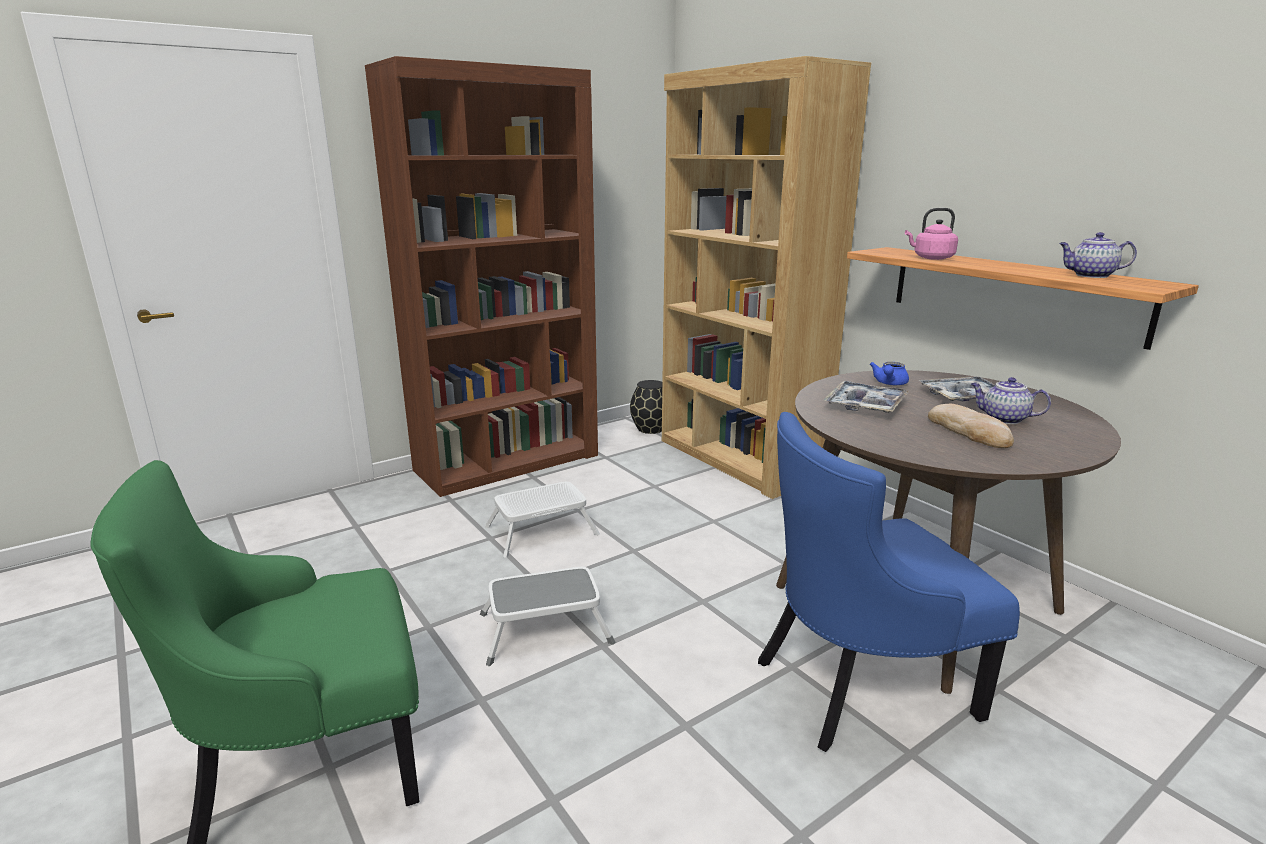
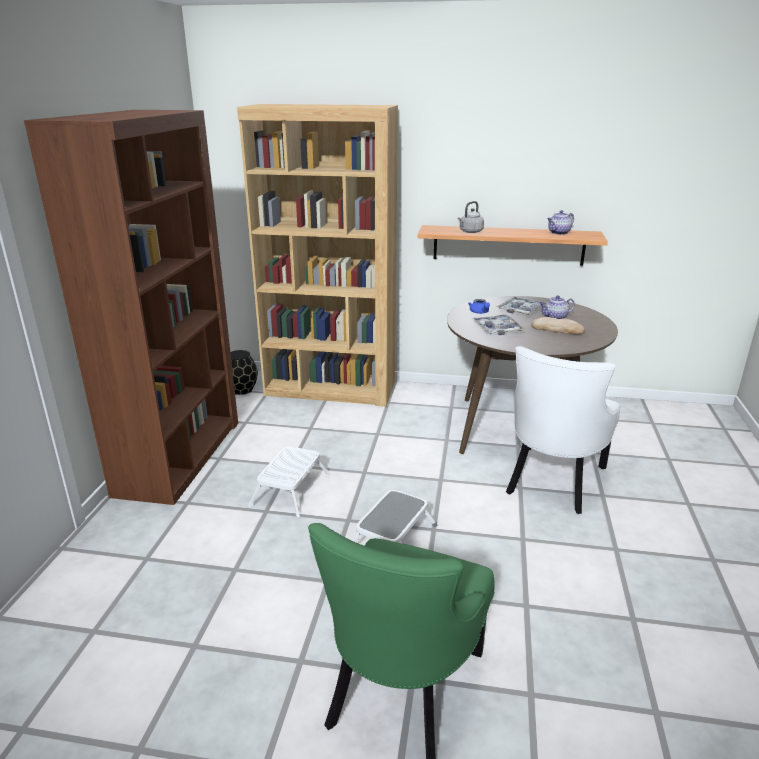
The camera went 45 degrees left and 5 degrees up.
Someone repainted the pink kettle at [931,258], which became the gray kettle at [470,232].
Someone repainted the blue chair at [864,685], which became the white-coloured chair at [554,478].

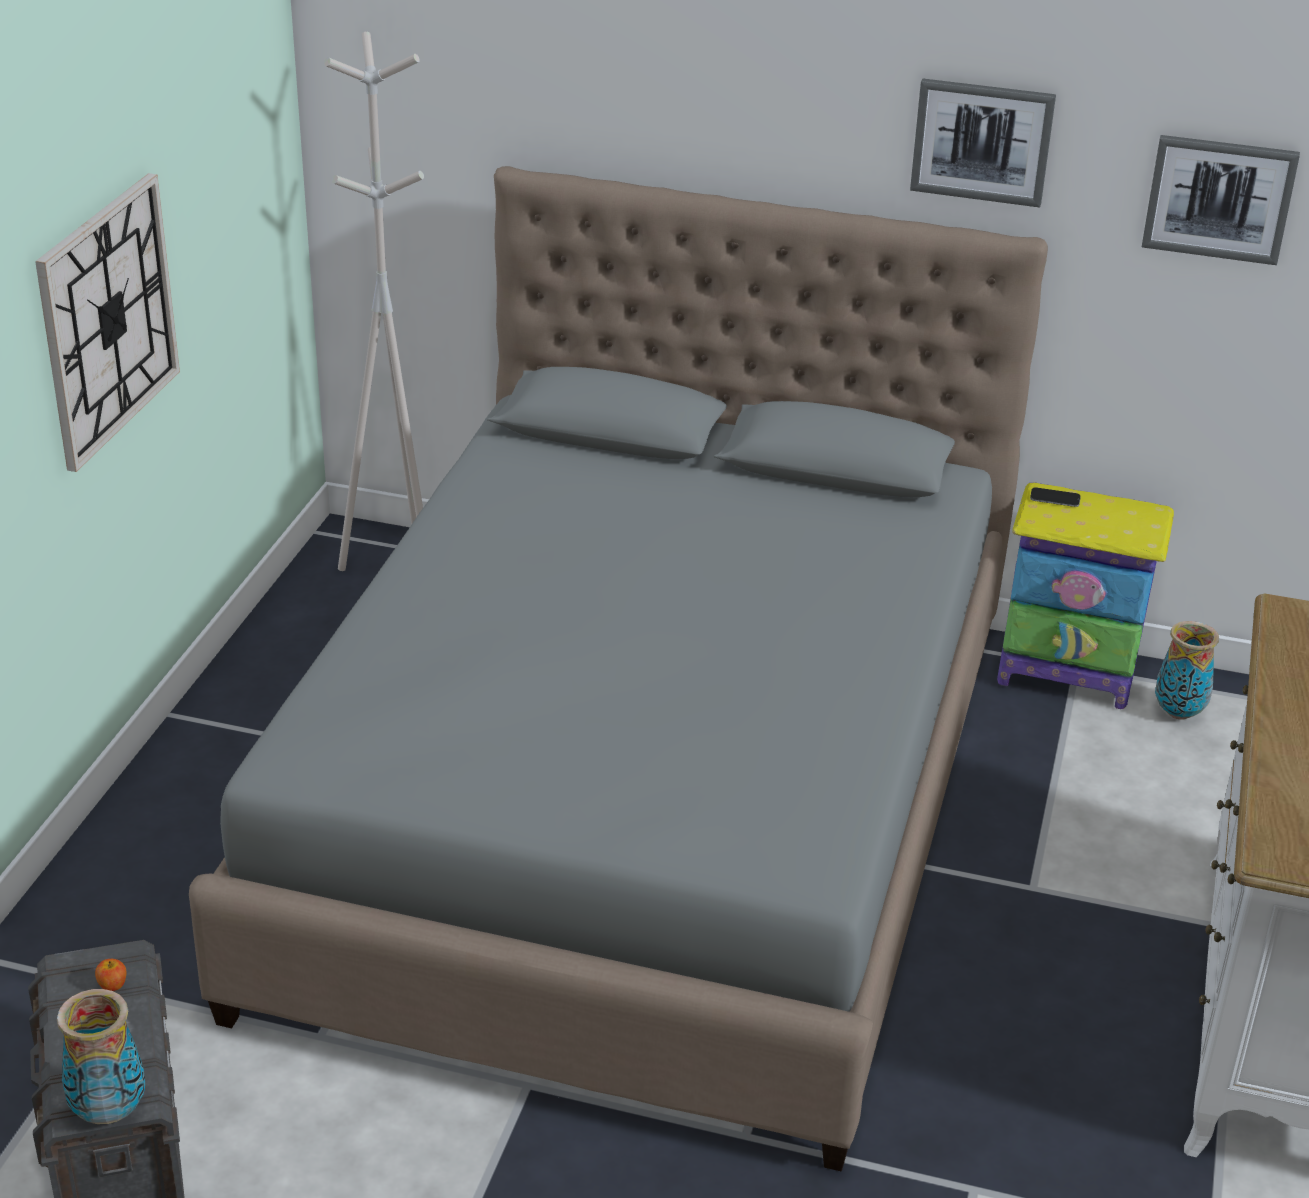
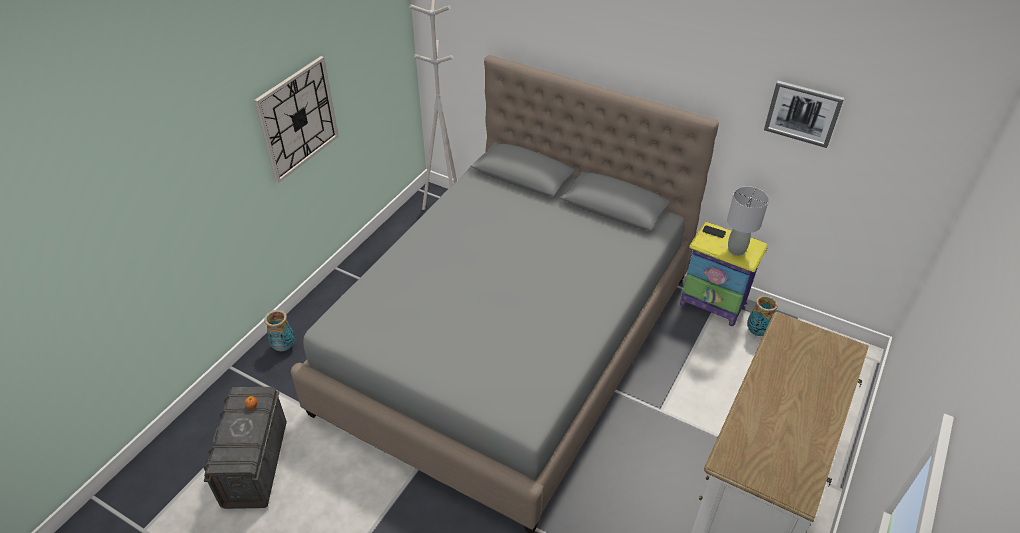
The camera went 15 degrees right and 10 degrees up.
Someone carried the decorative vase from [110,1112] to [284,347].
Someone put down the gray table lamp at [736,250].
Someone took away the wall picture at [982,141].

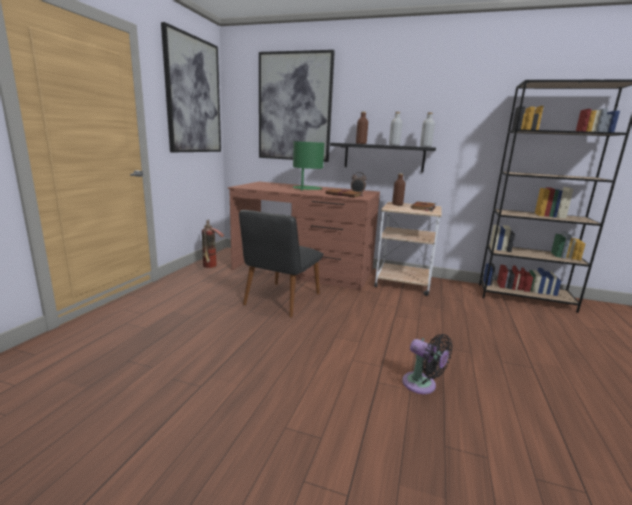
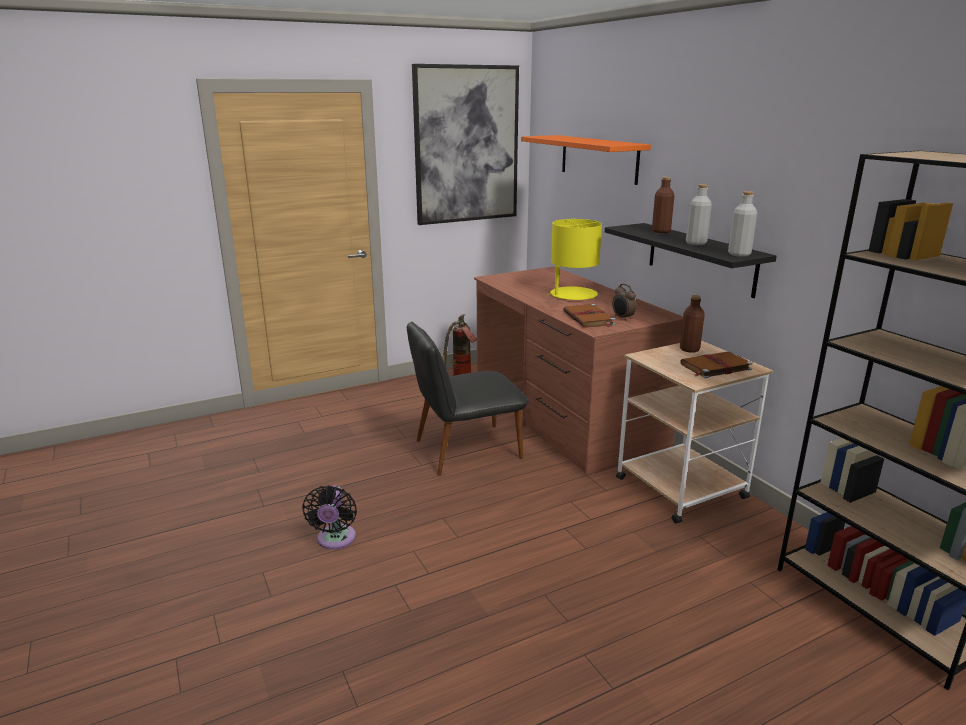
The camera went 45 degrees right and 5 degrees up.
Someone carried the black-coloured fan from [422,385] to [335,540].
Someone swapped the wall picture at [294,107] for the orange-coloured bracket shelf at [598,158].
Someone repainted the green table lamp at [307,189], which became the yellow-coloured table lamp at [573,295].

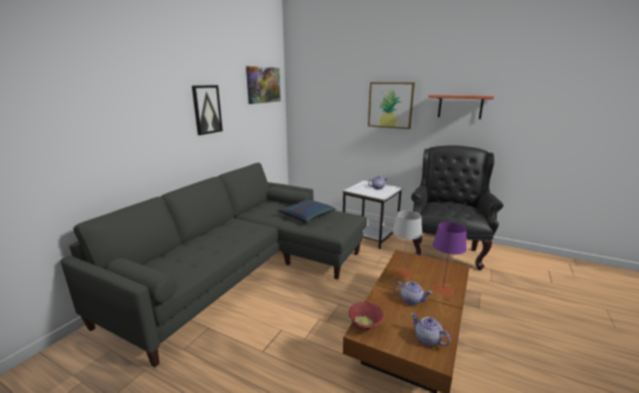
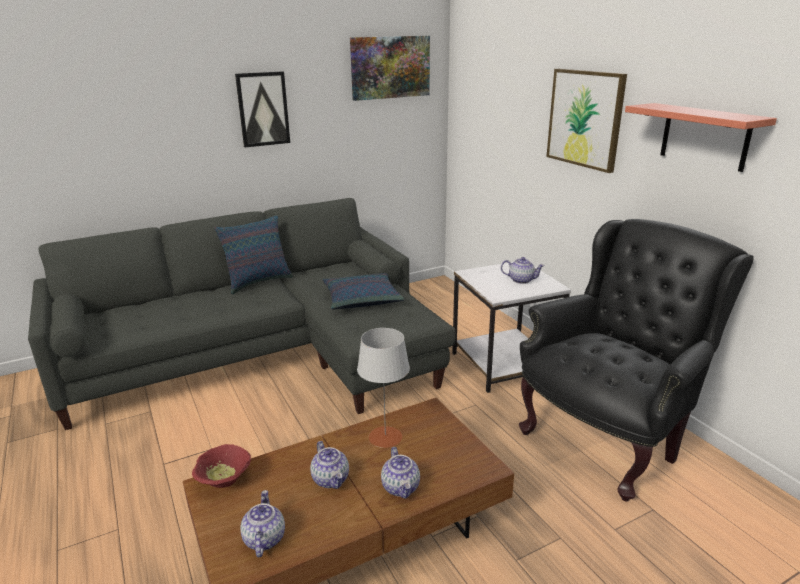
The camera went 35 degrees right and 5 degrees up.
Someone put down the blue throw pillow at [259,282].
Someone swapped the purple table lamp at [442,290] for the pot for tea at [401,487].

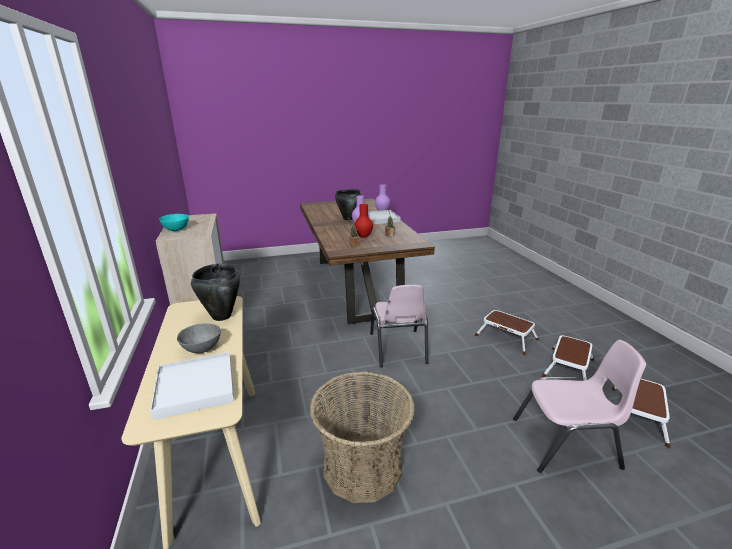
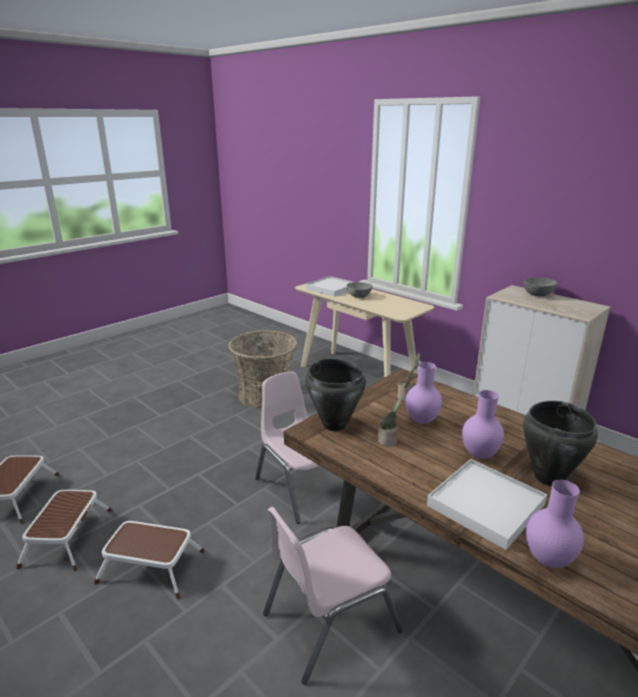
The camera went 150 degrees right and 0 degrees up.
Someone carried the pink chair from [566,444] to [329,621].
Someone carried the black-coloured saucepot from [221,316] to [334,424].
Someone repainted the red-coloured decorative vase at [364,236], which became the purple decorative vase at [421,421].
Someone repainted the turquoise-coloured serving bowl at [176,229], which became the gray serving bowl at [538,295].

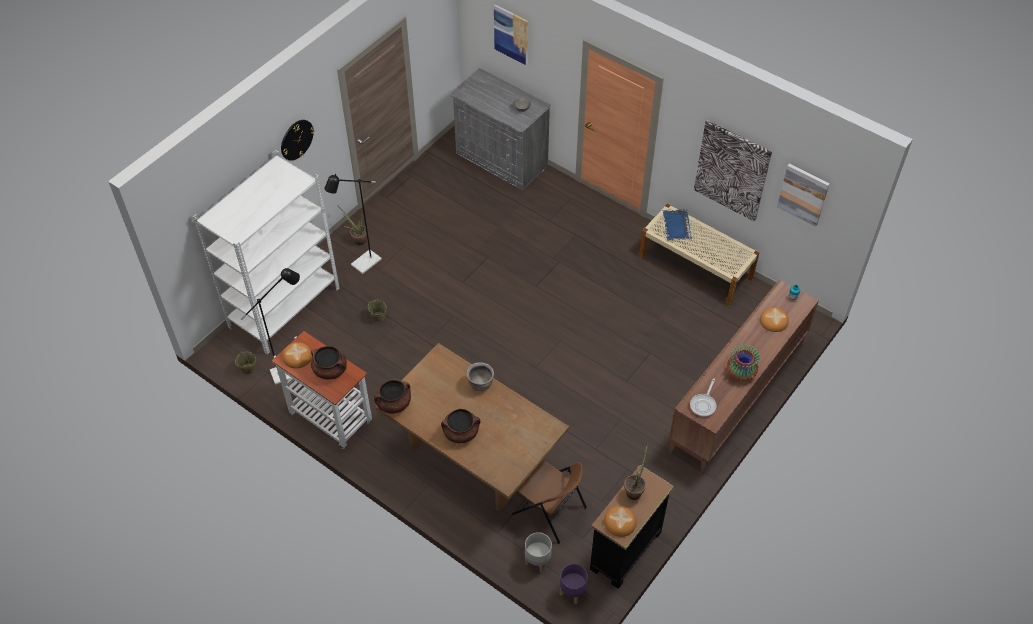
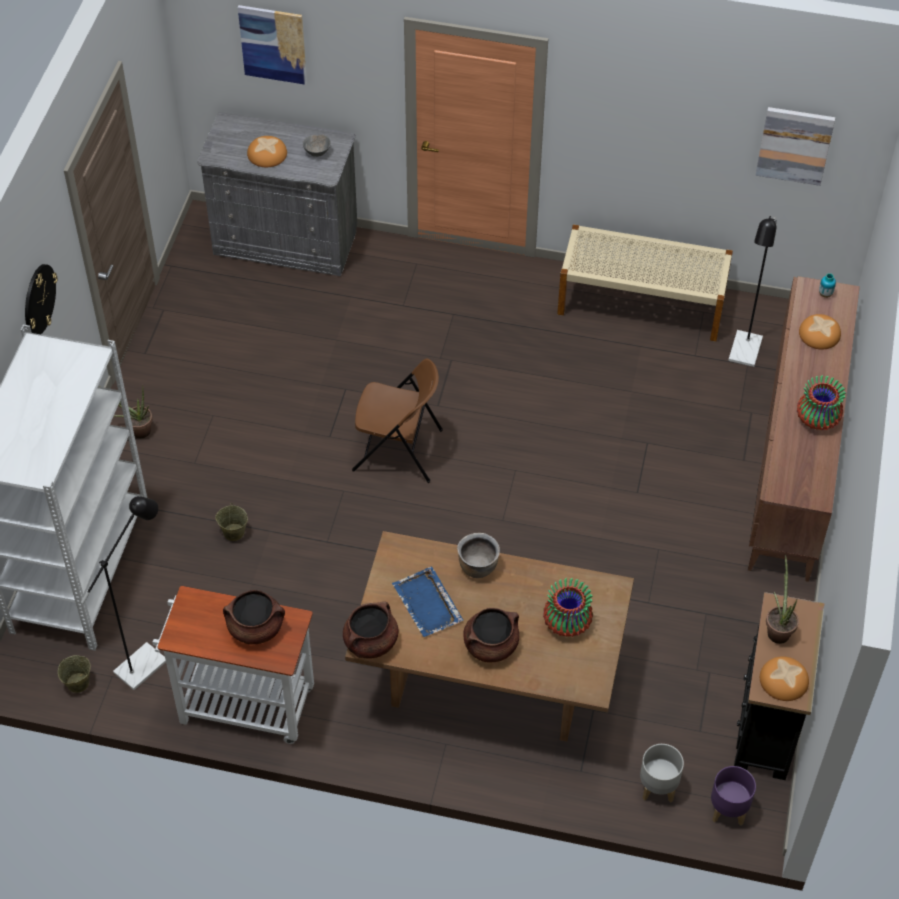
The camera went 25 degrees left and 0 degrees up.
Someone carried the baked bread from [297,357] to [266,154].
Someone carried the brown-coloured chair from [549,511] to [397,450].
Someone carried the blue tray from [676,226] to [427,604].
Someone put down the decorative vase at [567,623].
Someone carried the black-coloured floor lamp from [362,265] to [743,355].
Someone took away the pan at [703,404].
Someone took away the wall picture at [732,170].

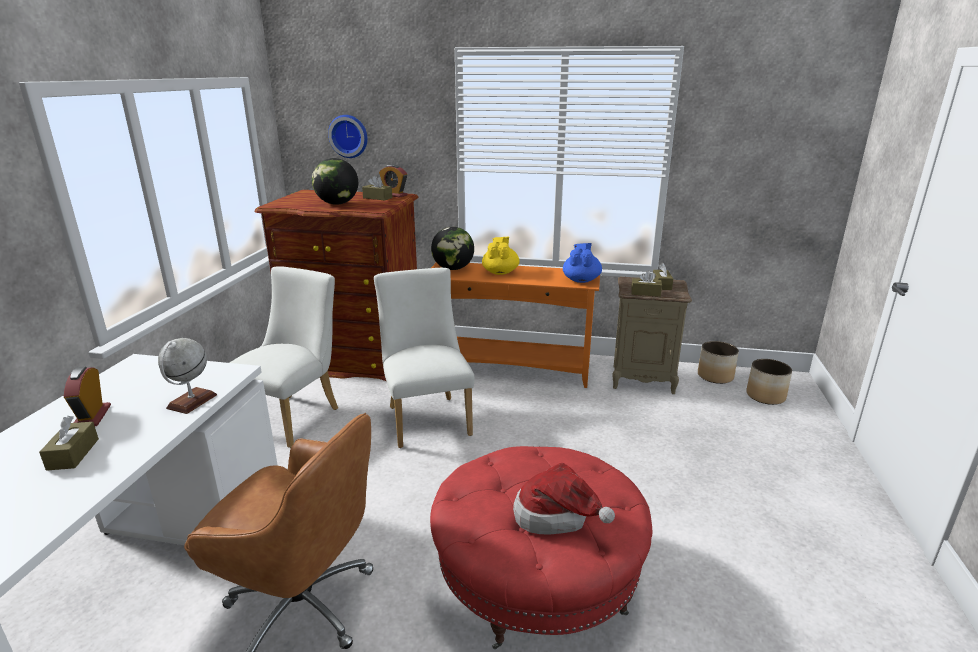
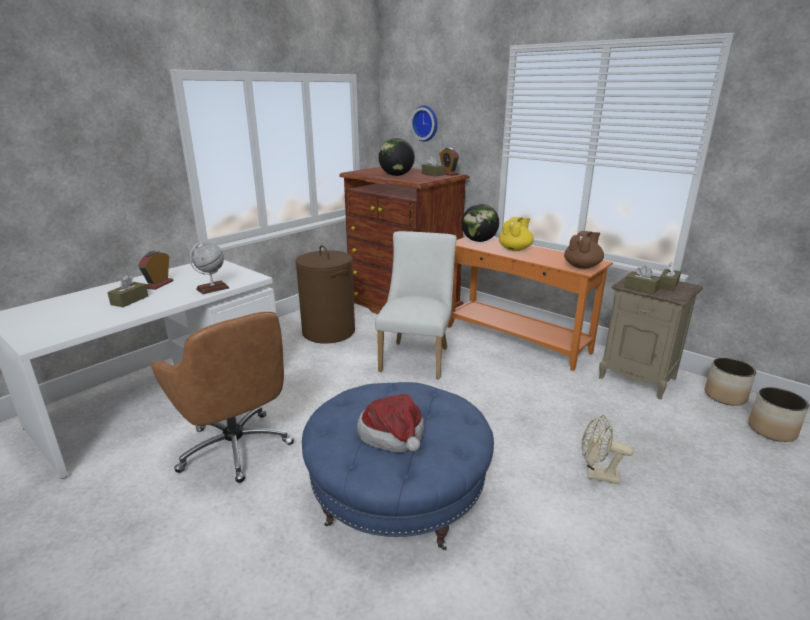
The camera went 30 degrees right and 0 degrees up.
Someone swapped the white-coloured chair at [294,416] for the brown-coloured hamper at [329,332].
Someone repainted the red-coloured pouffe at [537,579], which became the blue pouffe at [398,494].
Someone repainted the blue pot for tea at [581,280], which became the brown-coloured pot for tea at [582,266].
Someone put down the sand-coloured fan at [597,475].

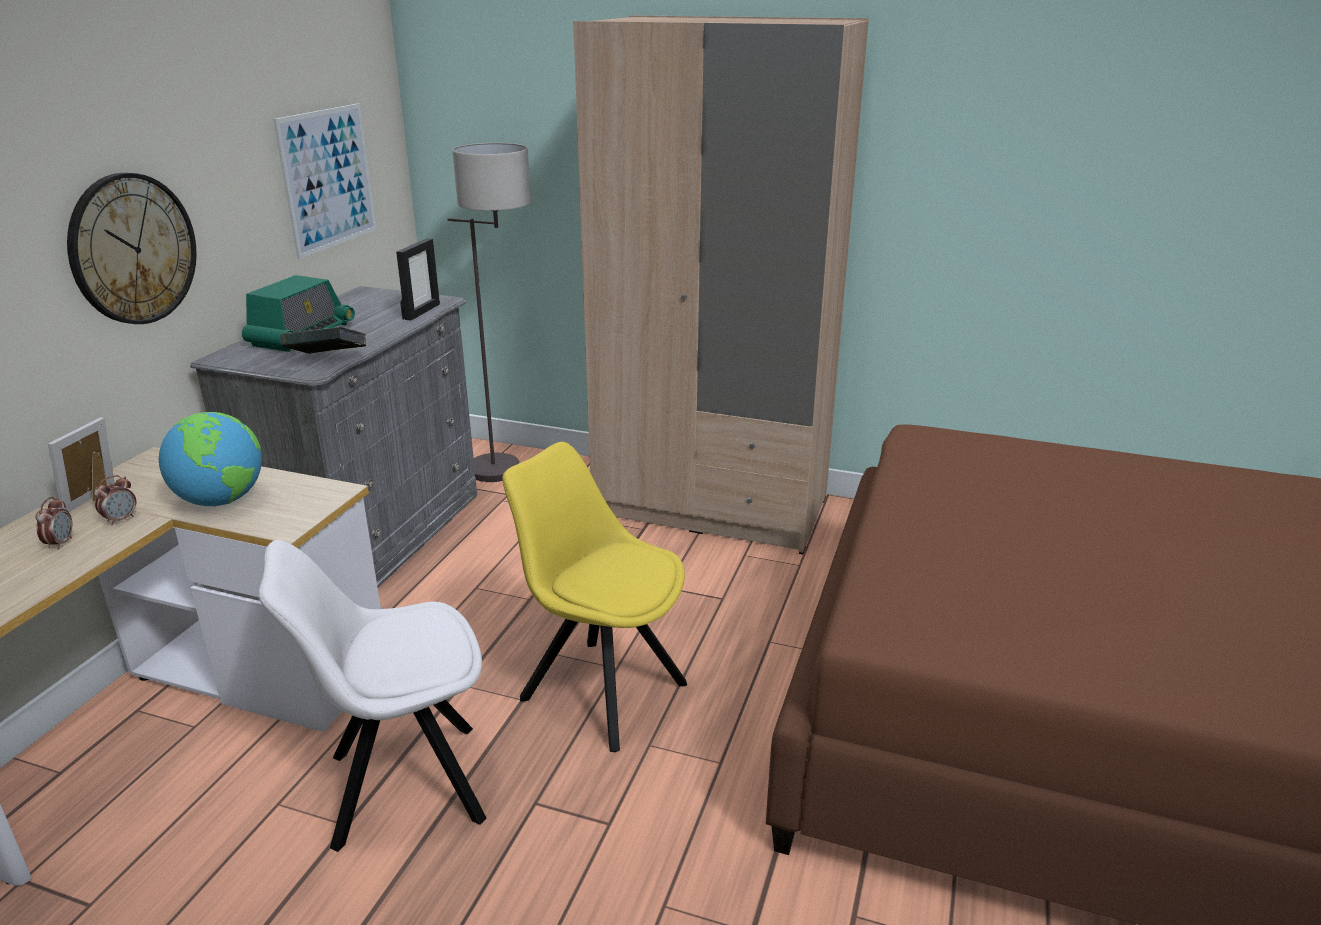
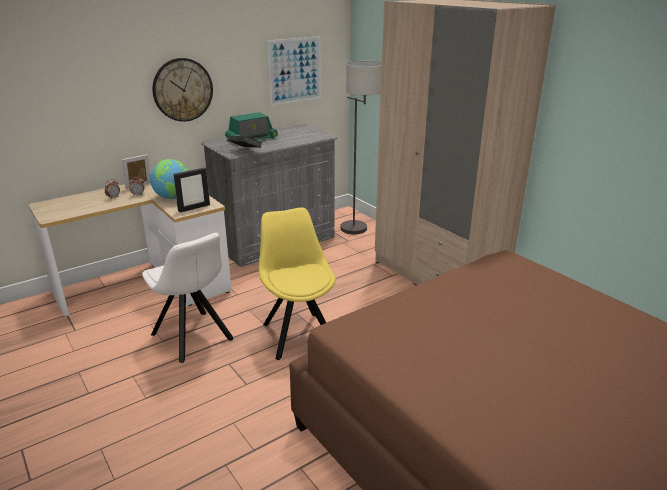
The camera went 35 degrees right and 0 degrees up.
Someone rotated the white-coloured chair at [404,786] by 150 degrees counterclockwise.
Someone carried the photo frame from [421,311] to [194,207].

